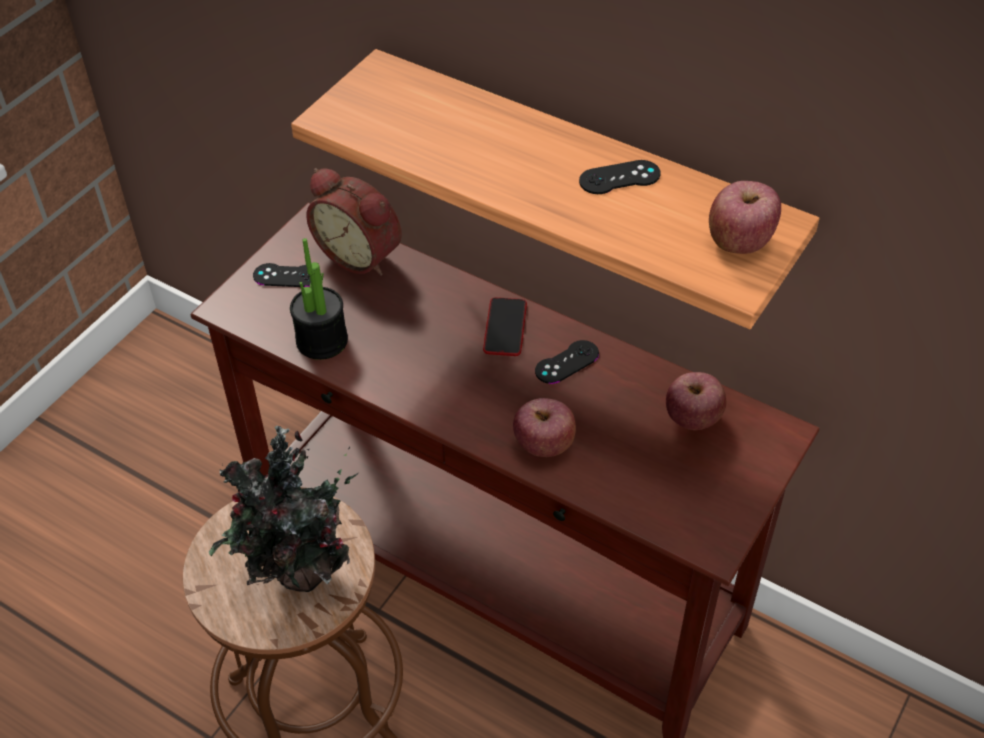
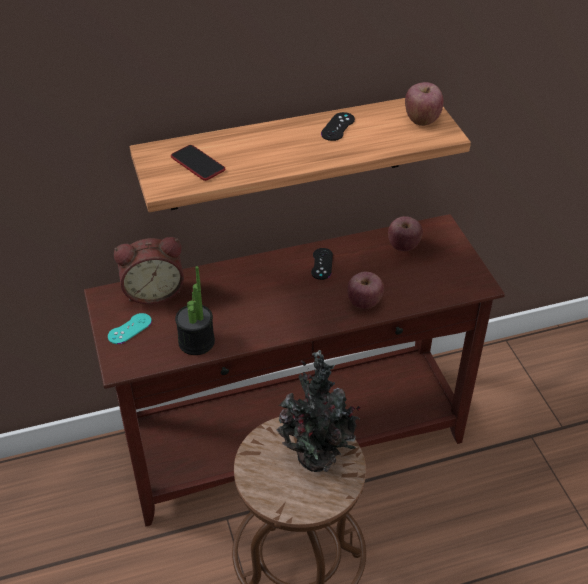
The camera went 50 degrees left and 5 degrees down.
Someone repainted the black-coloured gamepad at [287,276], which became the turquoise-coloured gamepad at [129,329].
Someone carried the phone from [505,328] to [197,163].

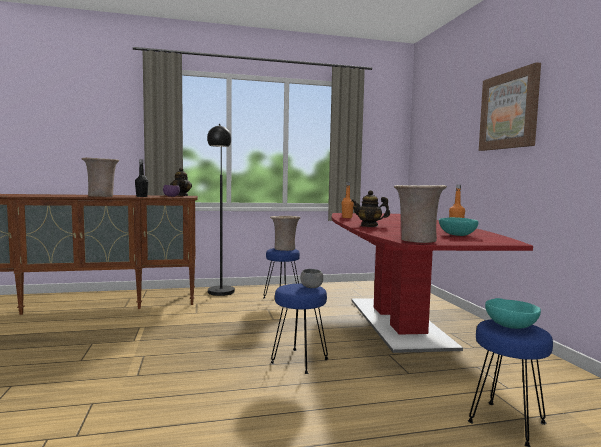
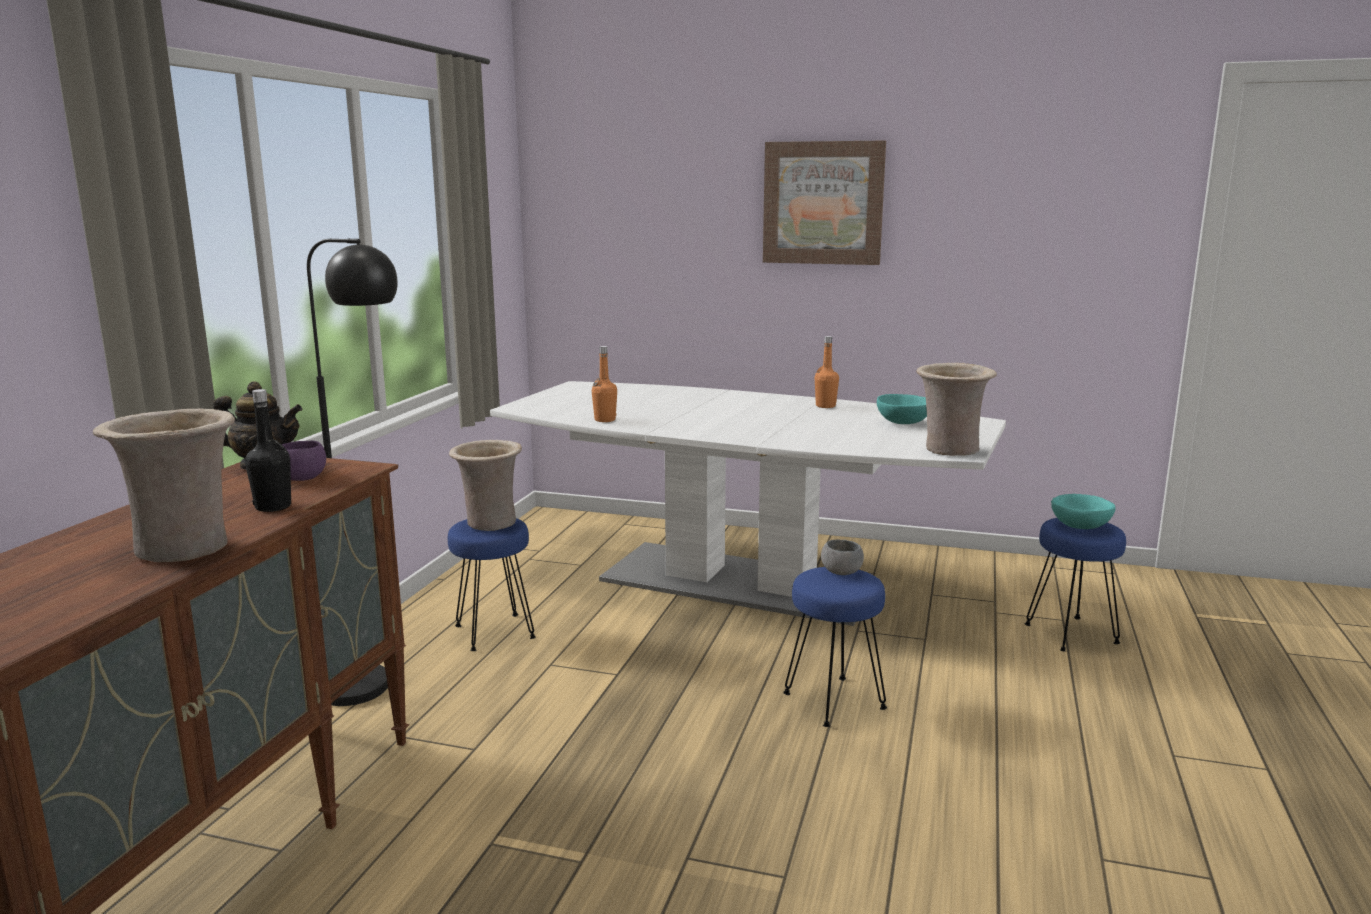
The camera went 60 degrees left and 10 degrees up.
Someone repainted the red-coloured kitchen table at [398,322], which became the white-coloured kitchen table at [740,582].
Someone took away the pot for tea at [369,226].

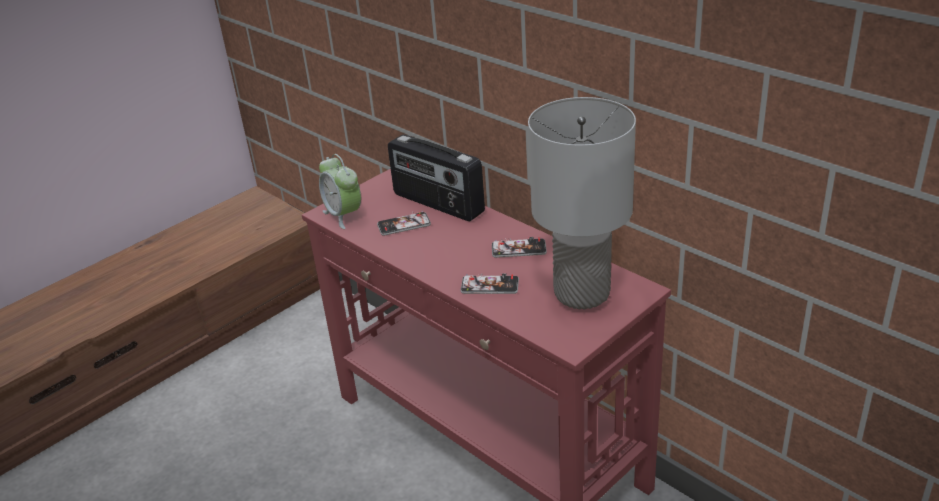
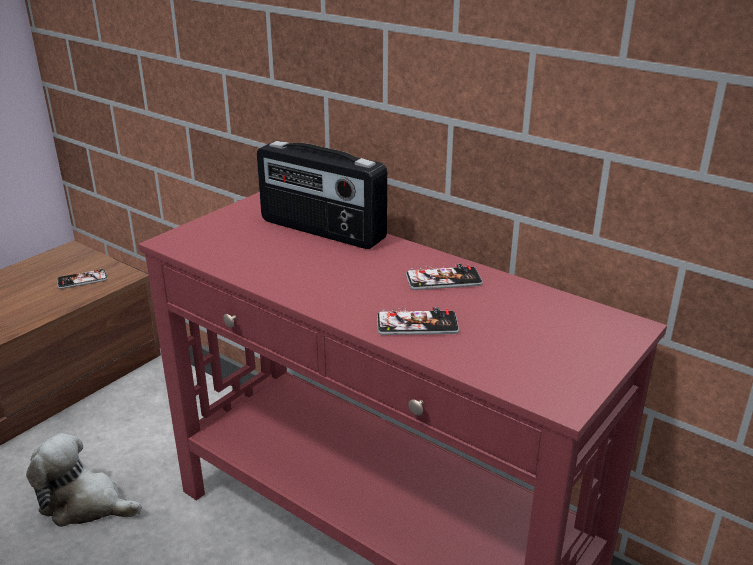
The camera went 10 degrees left and 5 degrees down.
Someone put down the plush toy at [85,504].
Someone carried the phone from [404,225] to [82,280].
Someone took away the bedside clock at [344,215].
Someone took away the gray table lamp at [581,298].

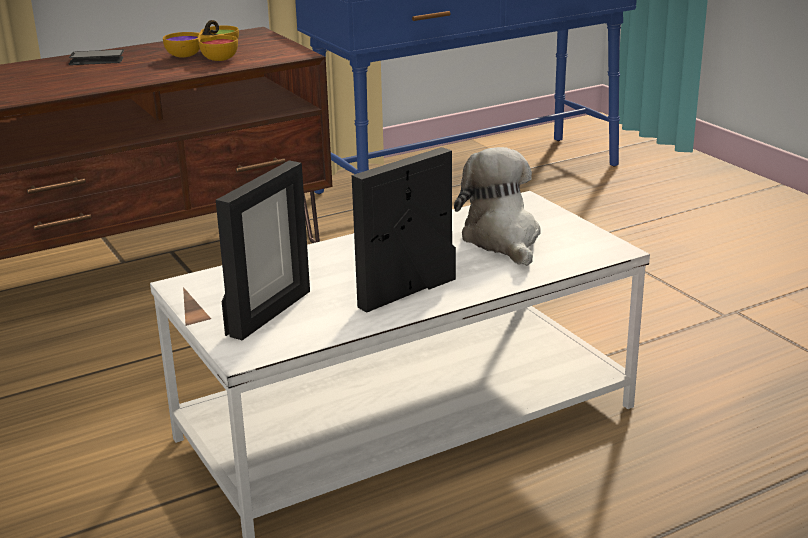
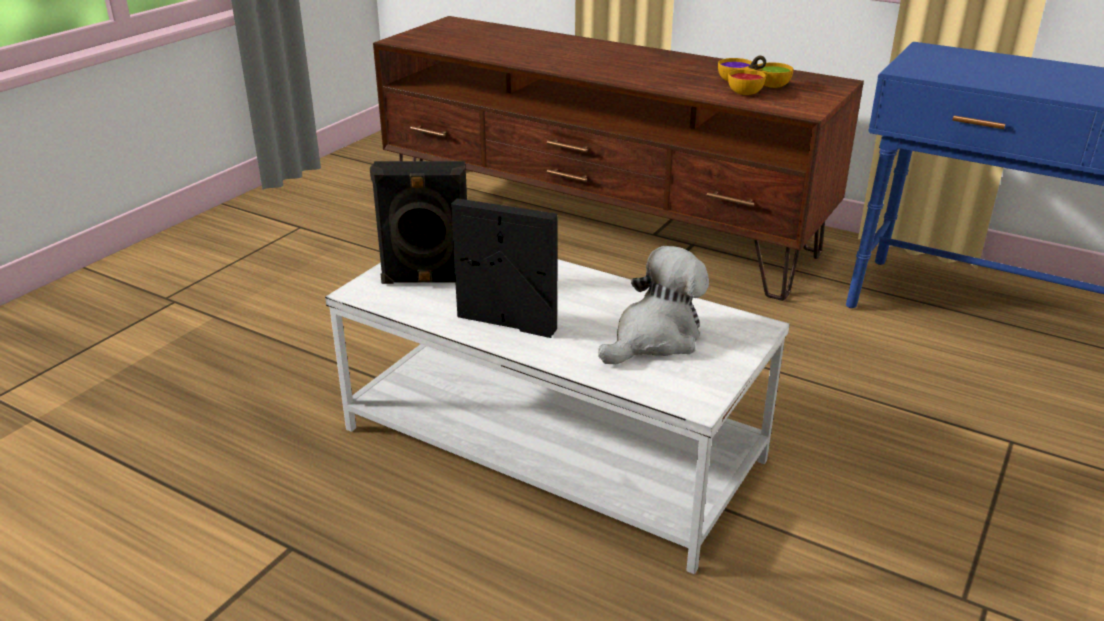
The camera went 60 degrees right and 5 degrees up.
Someone swapped the photo frame at [269,312] for the black-coloured speaker at [426,280].
Someone took away the phone at [96,59].

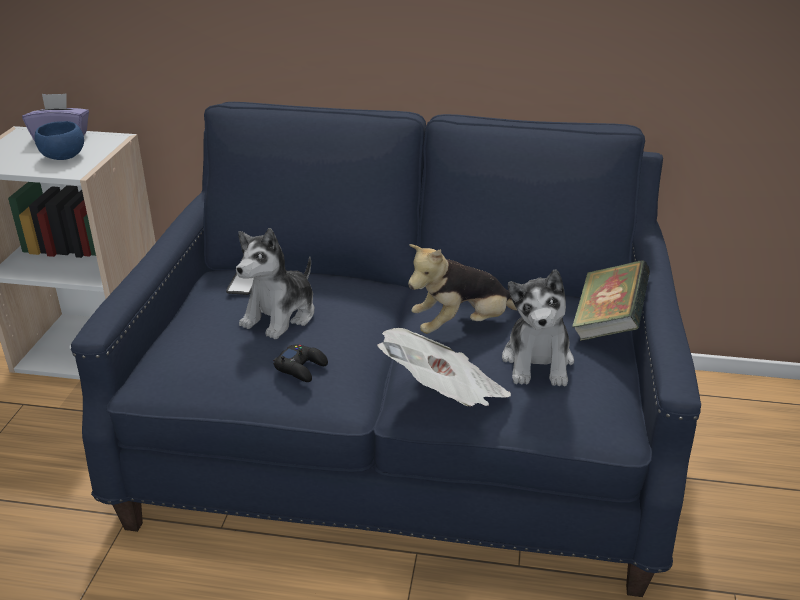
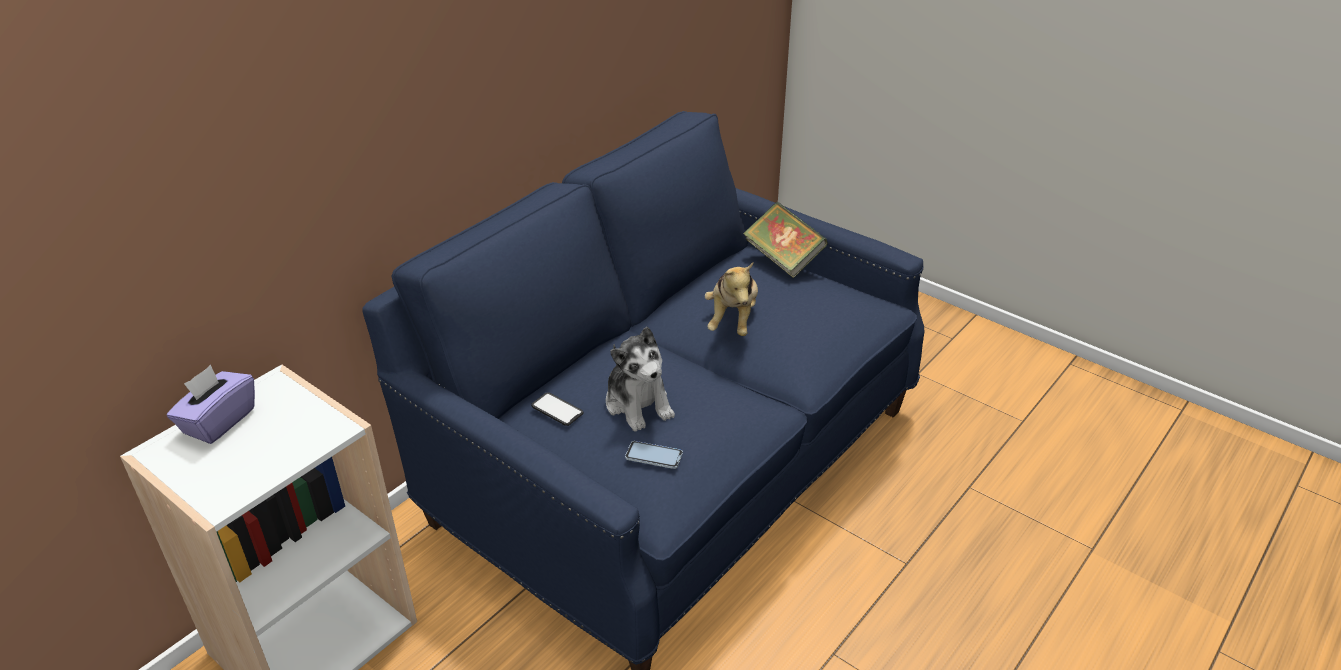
The camera went 60 degrees left and 5 degrees up.
Someone put down the phone at [654,456].
Someone took away the blue serving bowl at [62,156].
Someone took away the black-coloured gamepad at [301,367].
Someone took away the daily paper at [444,395].
Someone took away the plush toy at [538,361].

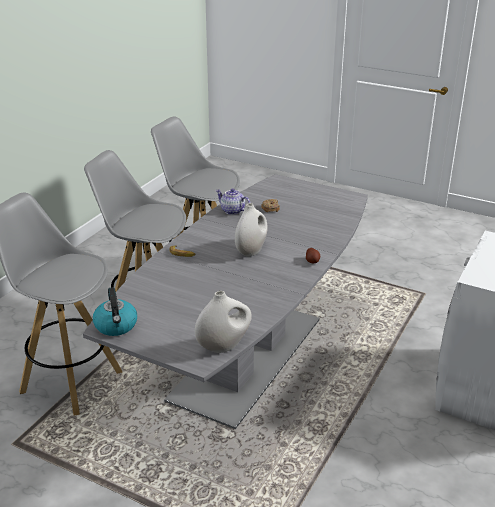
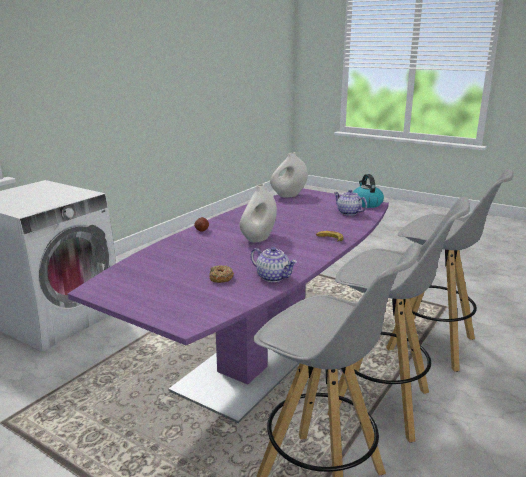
The camera went 175 degrees left and 10 degrees down.
Someone repainted the gray kitchen table at [247,359], which became the purple kitchen table at [263,355].
Someone put down the pot for tea at [348,213].

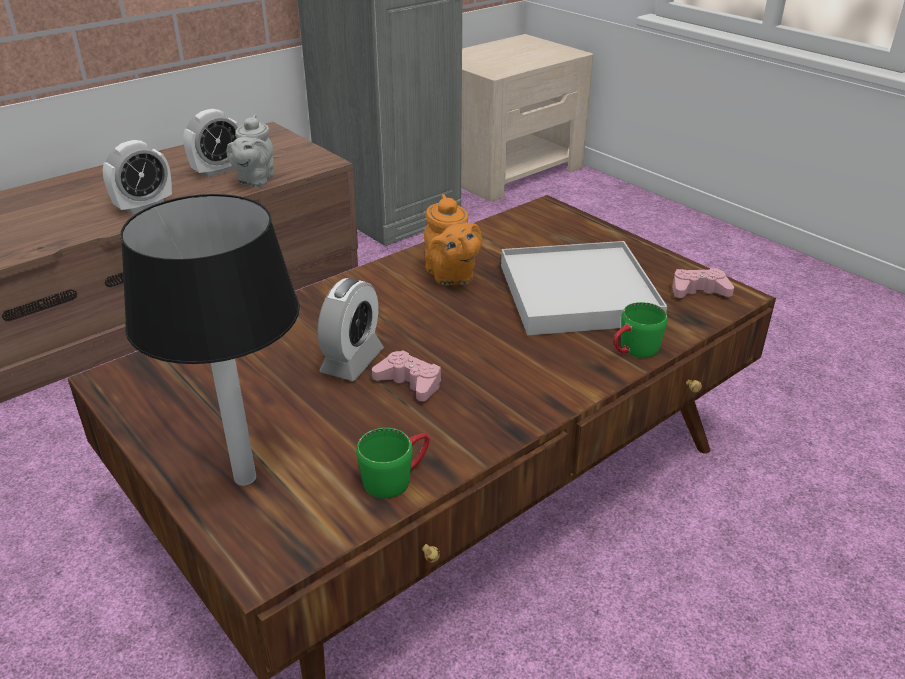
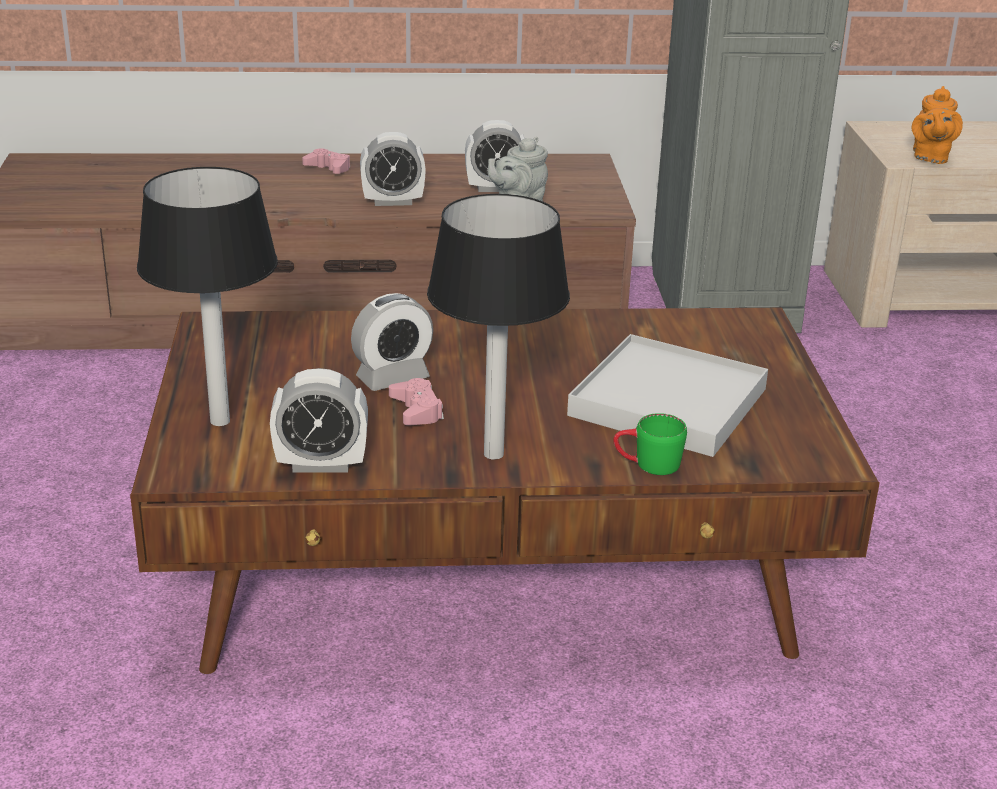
The camera went 35 degrees right and 5 degrees down.
Someone swapped the green mug at [396,477] for the bedside clock at [321,465].
Someone carried the pink gamepad from [698,291] to [328,168].
Someone put down the table lamp at [494,454].
Someone carried the orange-coloured pot for tea from [451,276] to [930,157].

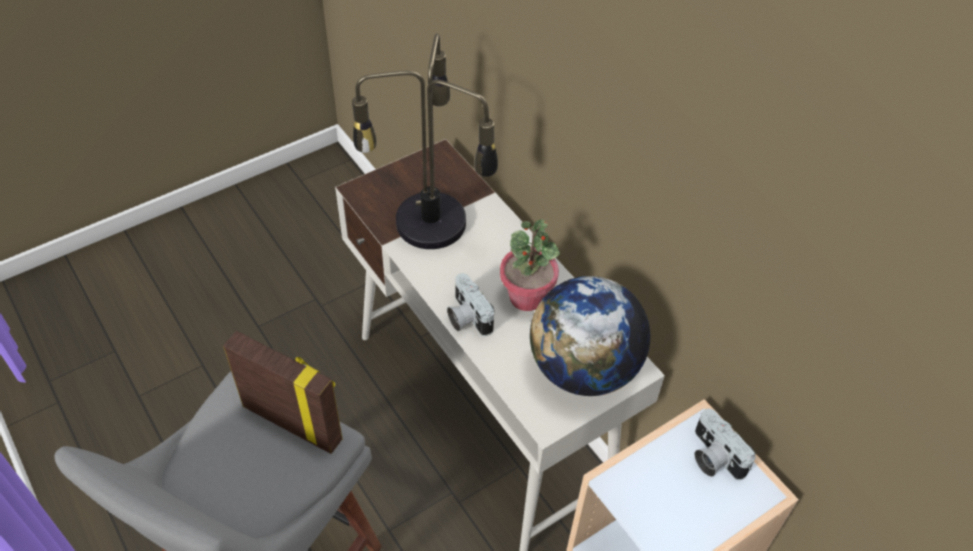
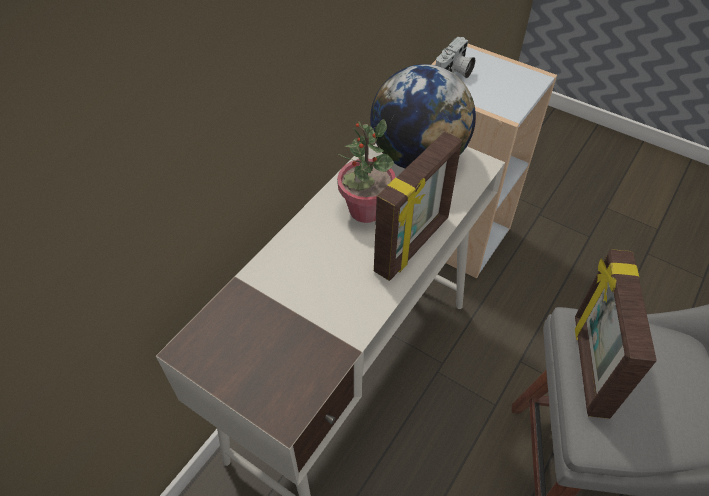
The camera went 110 degrees left and 0 degrees up.
Someone swapped the still camera at [466,317] for the photo frame at [413,245].
Someone took away the table lamp at [431,221].

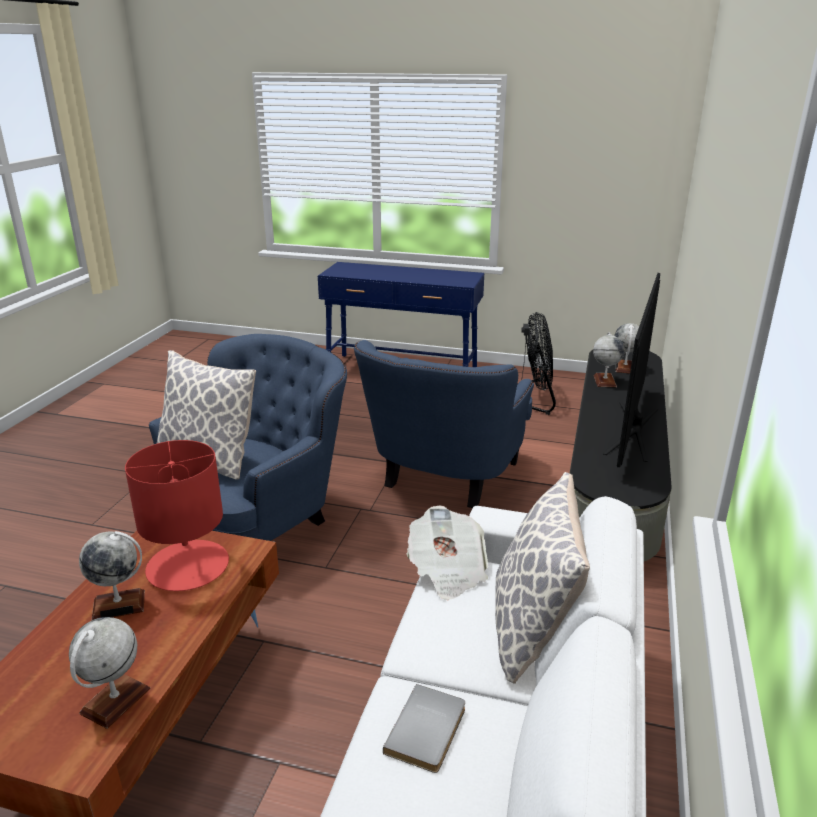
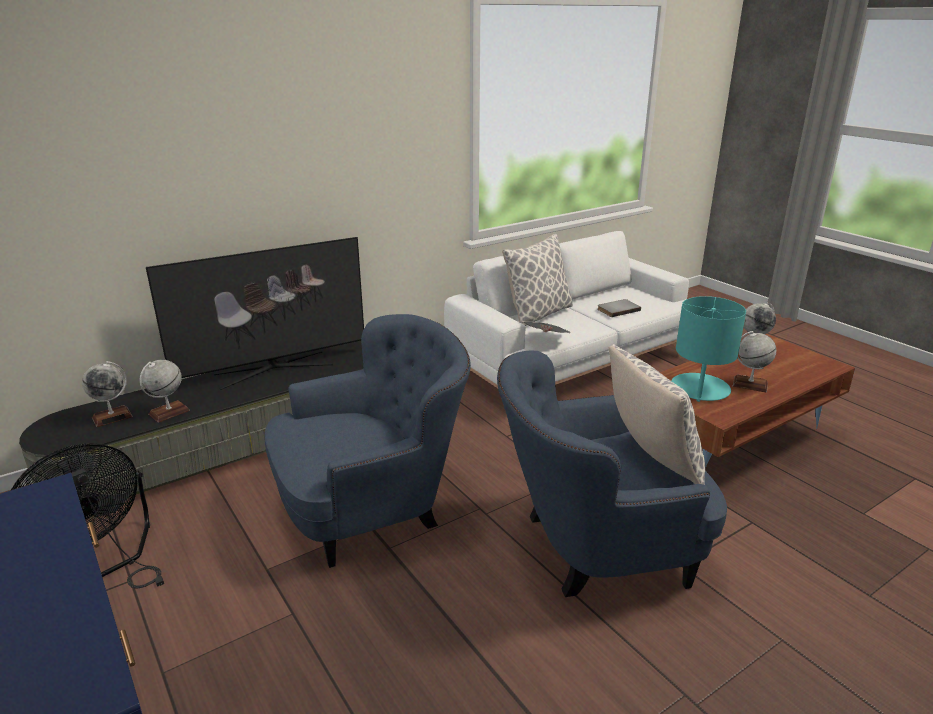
The camera went 140 degrees left and 0 degrees up.
Someone repainted the red-coloured table lamp at [188,566], which became the turquoise-coloured table lamp at [700,389].

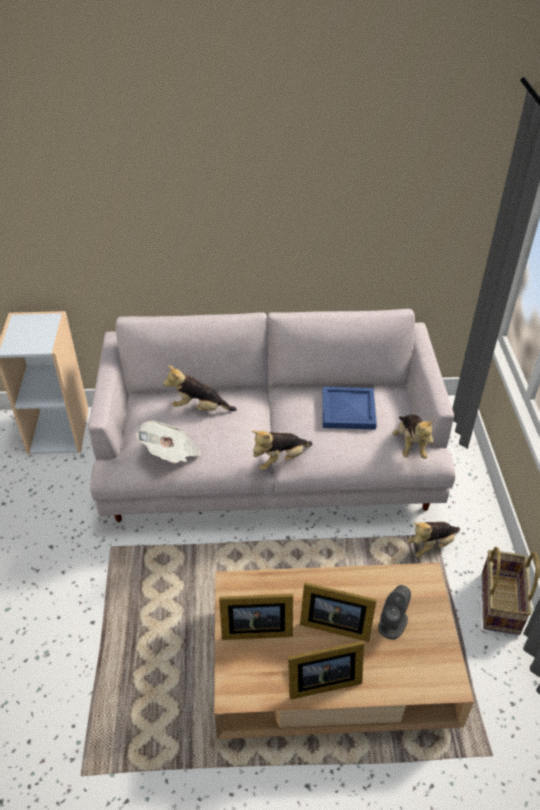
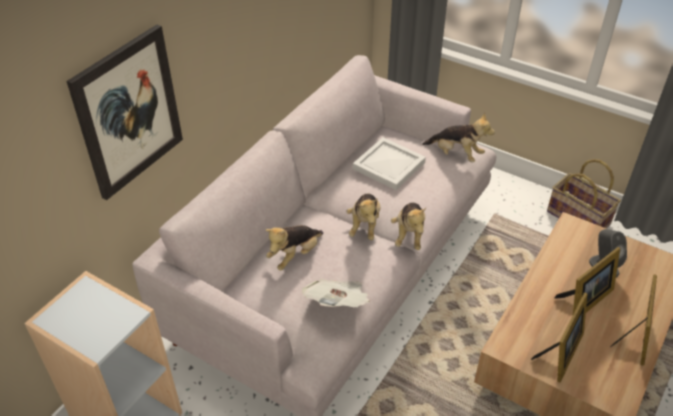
The camera went 55 degrees left and 0 degrees up.
Someone put up the wall picture at [128,112].
Someone carried the plush toy from [431,545] to [364,225].
Someone repainted the blue tray at [349,409], which became the white-coloured tray at [388,165].

